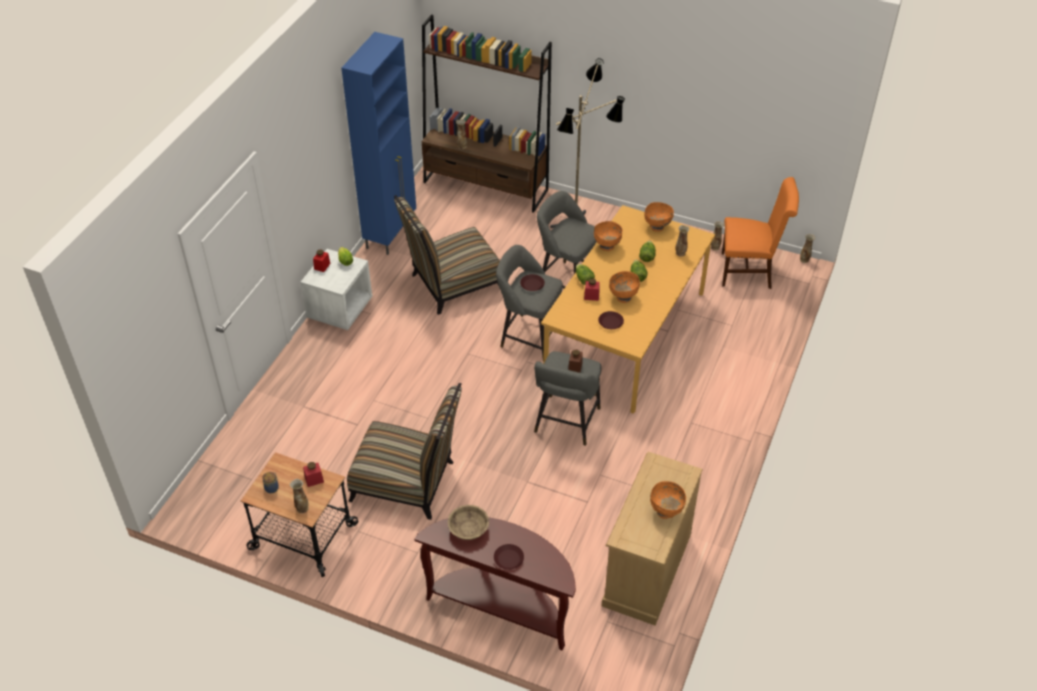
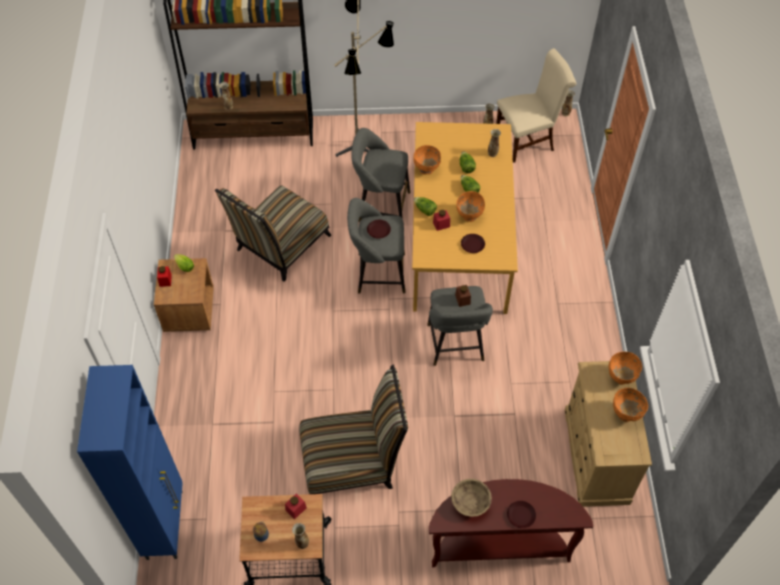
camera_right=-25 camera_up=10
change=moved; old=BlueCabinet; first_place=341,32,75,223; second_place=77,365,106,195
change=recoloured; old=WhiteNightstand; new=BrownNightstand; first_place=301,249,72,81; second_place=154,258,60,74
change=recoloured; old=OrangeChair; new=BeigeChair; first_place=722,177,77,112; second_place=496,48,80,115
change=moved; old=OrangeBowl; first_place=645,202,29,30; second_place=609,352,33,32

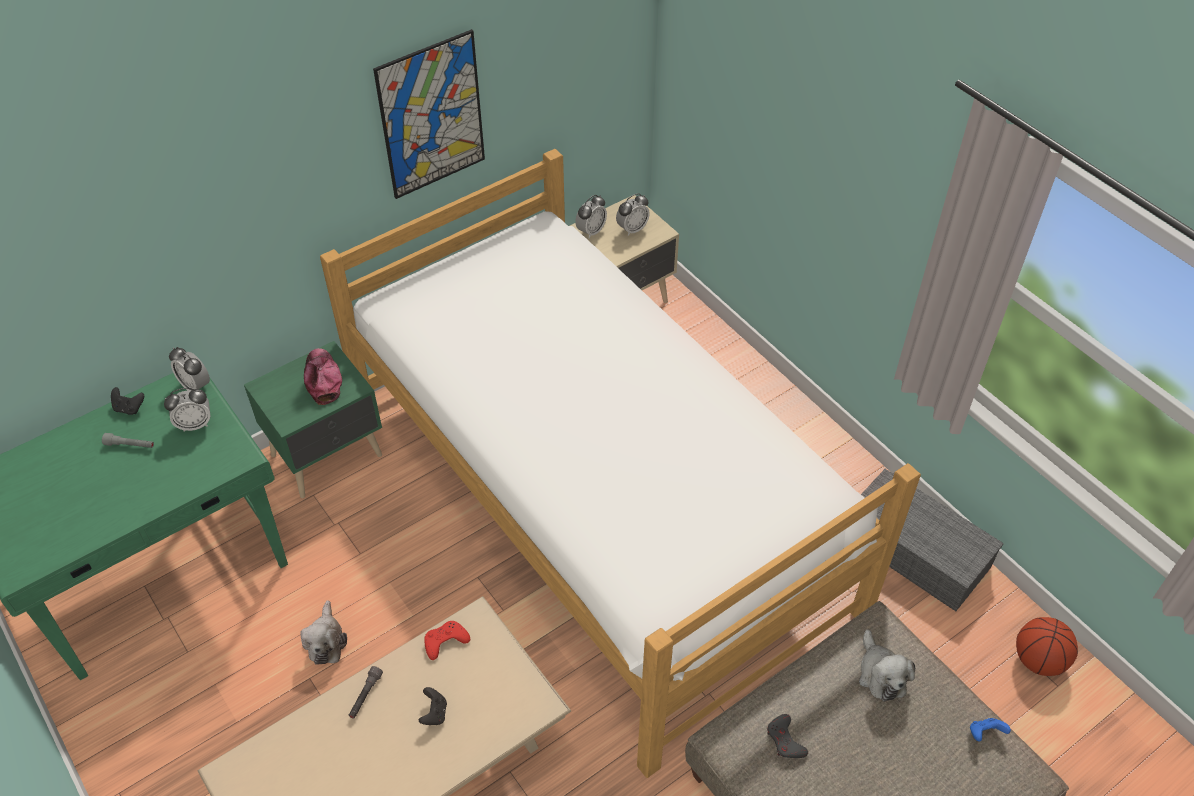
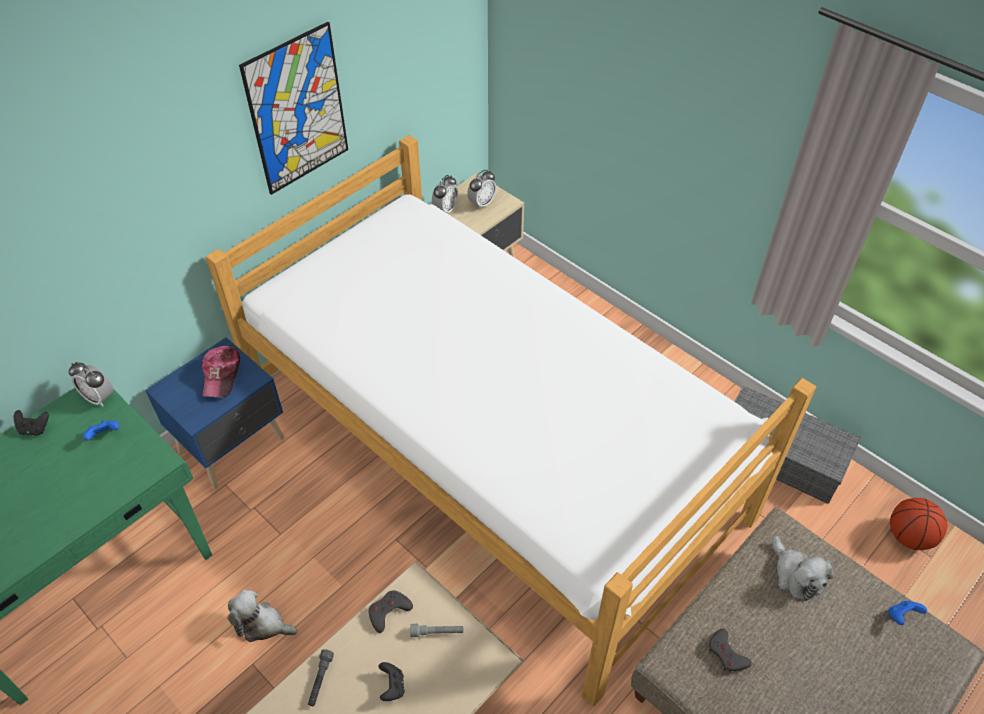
camera_right=-10 camera_up=0
change=replaced; old=AlarmClock; new=BlueGameController; first_place=164,388,47,44; second_place=83,420,36,21
change=recoloured; old=GreenNightstand; new=BlueNightstand; first_place=244,341,138,157; second_place=145,337,139,152
change=turned; old=Cap; first_place=304,348,38,57; second_place=202,346,38,51; degrees=-150
change=turned; old=PlushToy; first_place=300,600,47,65; second_place=227,589,71,53; degrees=120
change=recoloured; old=RedGameController; new=GreyGameController; first_place=424,621,46,39; second_place=368,590,45,43
change=moved; old=GreyFlashlight; first_place=102,433,52,15; second_place=410,624,53,13

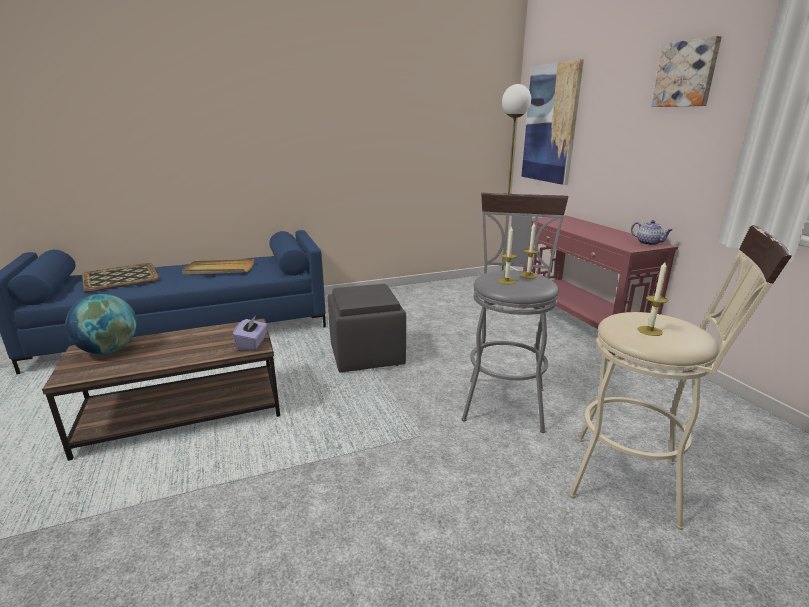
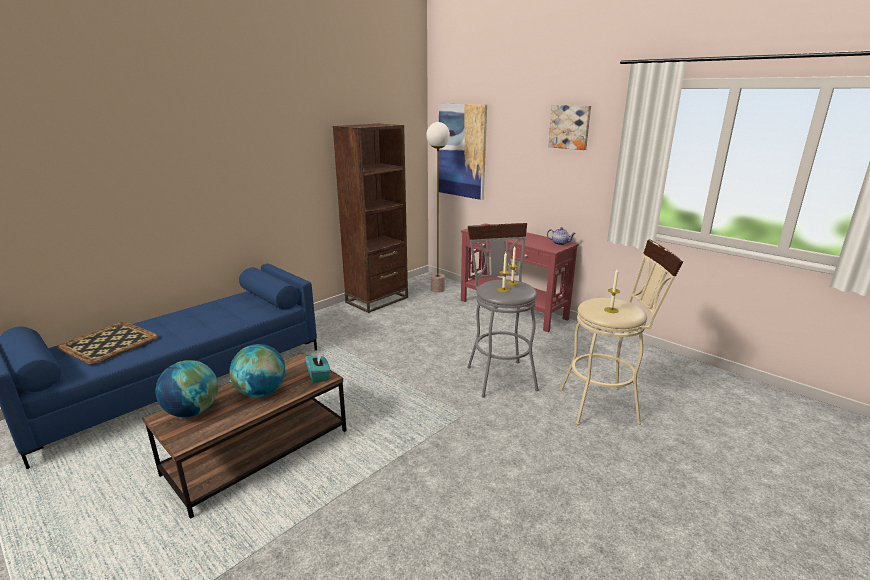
camera_right=-25 camera_up=0
change=added; new=Globe; second_place=229,344,56,53
change=recoloured; old=PurpleTissueBox; new=TurquoiseTissueBox; first_place=232,316,35,34; second_place=305,353,25,30
change=added; new=BrownBookcase; second_place=333,124,75,189
change=removed; old=BeigeTray; first_place=182,259,72,16
change=removed; old=GreyOttoman; first_place=328,284,78,89

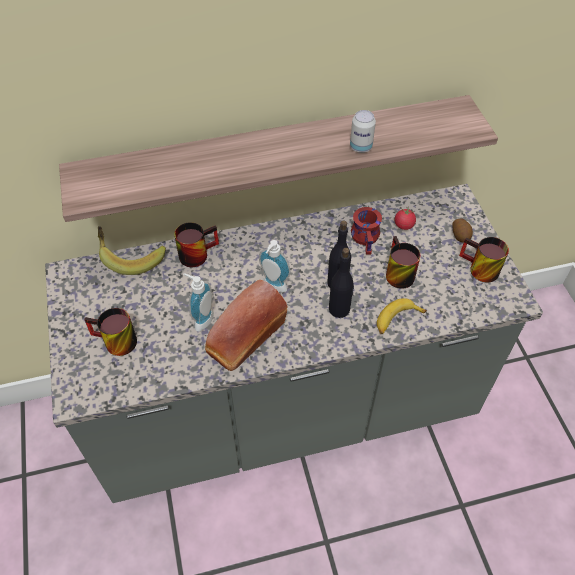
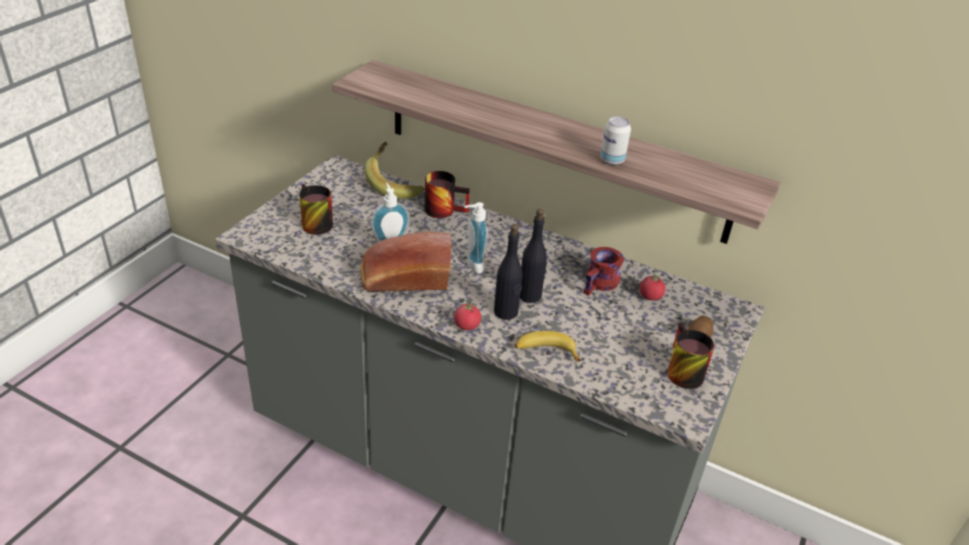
camera_right=40 camera_up=-15
change=added; new=Tomato; second_place=454,299,27,31
change=removed; old=Mug; first_place=386,236,35,53

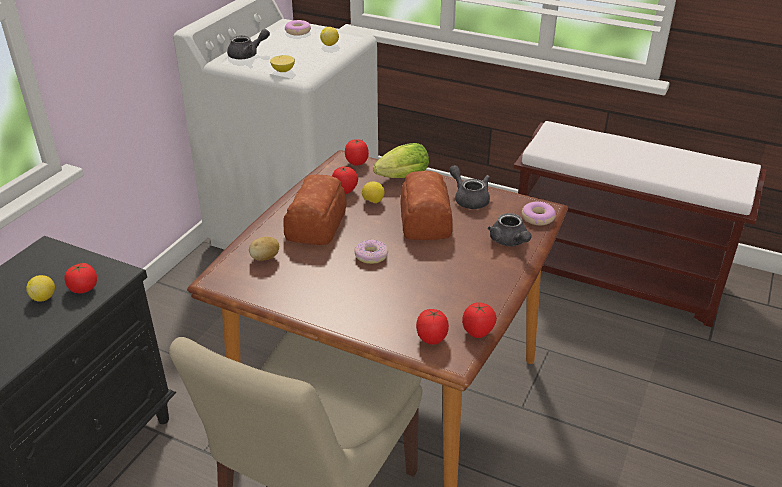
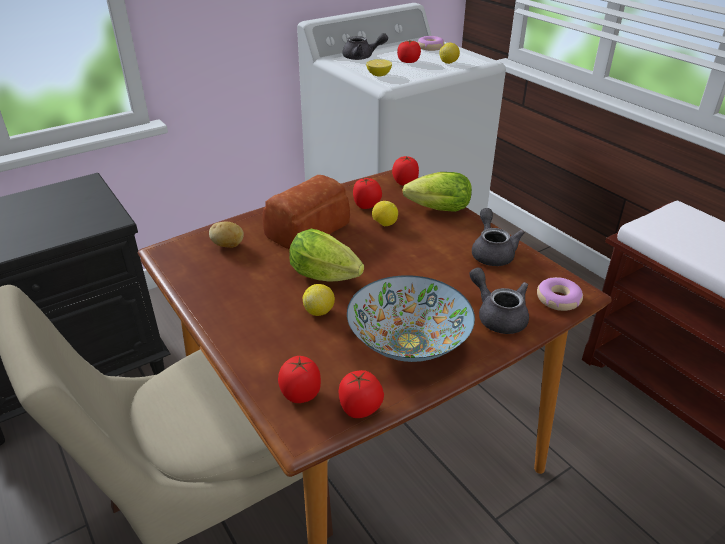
camera_right=30 camera_up=0
change=replaced; old=Donut; new=Lettuce; first_place=354,240,34,24; second_place=289,229,75,53
change=moved; old=Lemon; first_place=26,275,29,27; second_place=303,284,32,32
change=added; new=Bowl; second_place=347,275,128,87
change=moved; old=Tomato; first_place=64,263,33,30; second_place=397,40,24,23
change=turned; old=GreyTeapot; first_place=488,213,44,33; second_place=469,267,60,67; degrees=135
change=removed; old=Bread; first_place=401,171,52,69

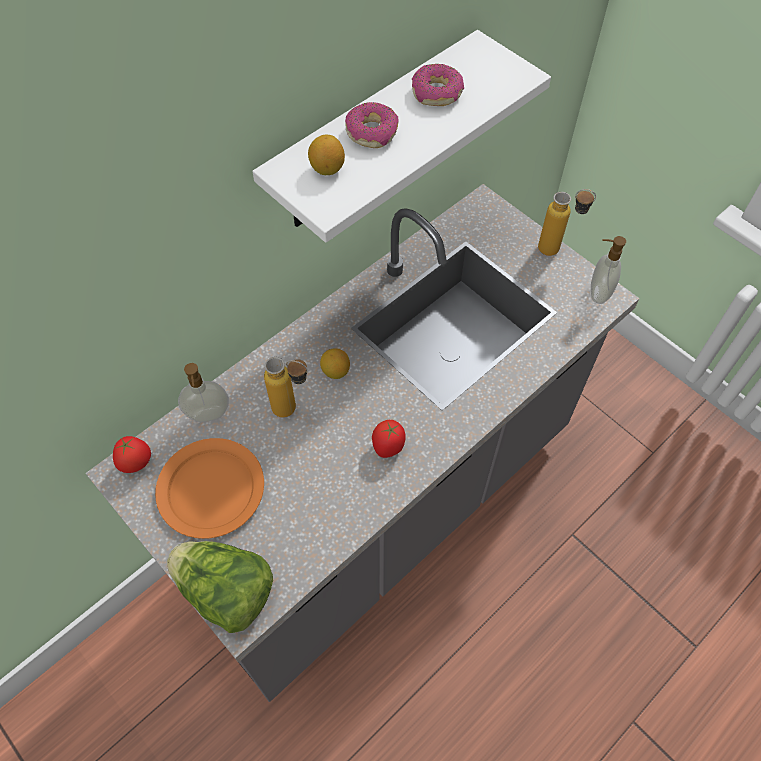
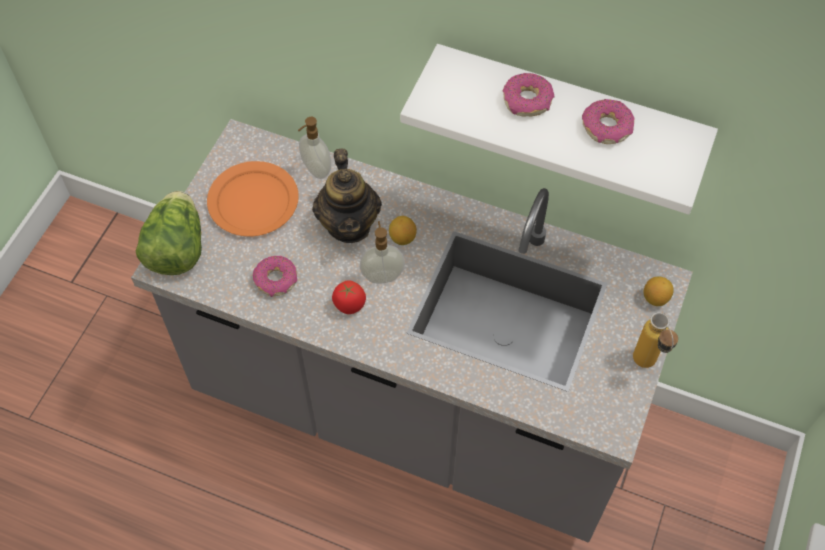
camera_right=65 camera_up=0
change=added; new=Donut; second_place=253,256,44,41
change=replaced; old=Bottle; new=Teapot; first_place=264,357,44,60; second_place=312,149,70,94
change=moved; old=SoapDispenser; first_place=591,236,35,68; second_place=360,221,45,63
change=moved; old=Lemon; first_place=308,135,37,40; second_place=644,276,30,30
change=removed; old=Tomato; first_place=113,436,38,37

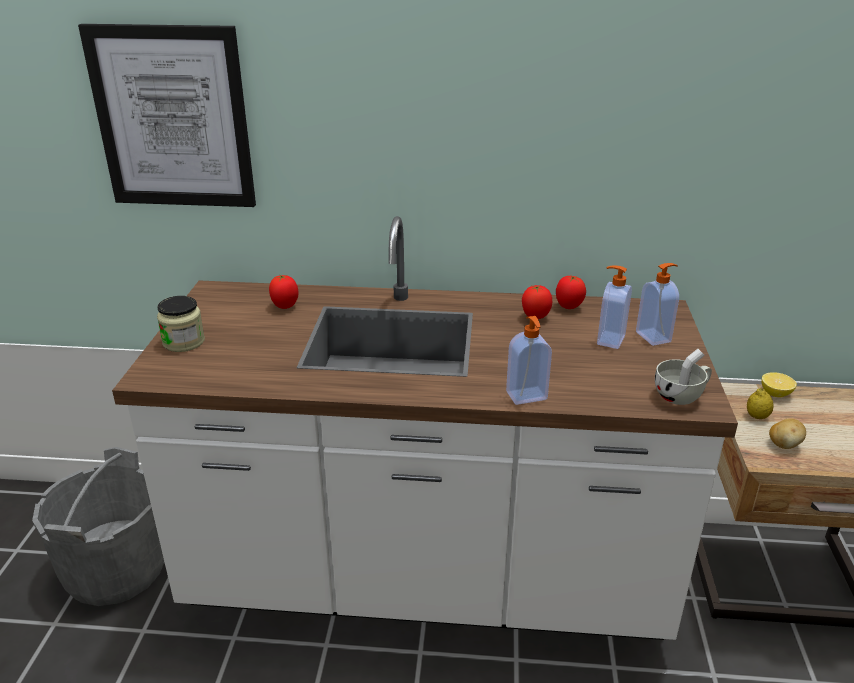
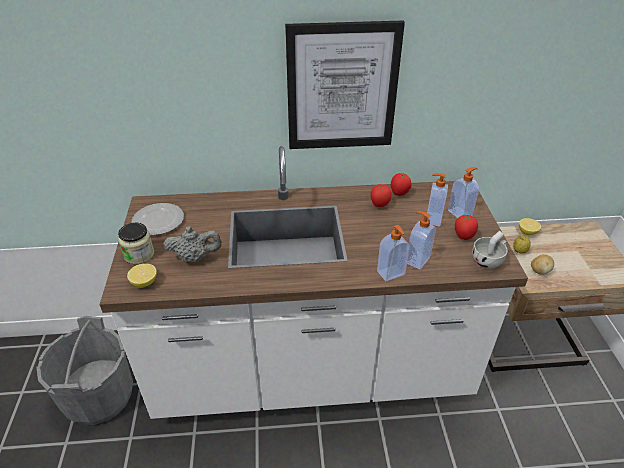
camera_right=-10 camera_up=10
change=added; new=Lemon; second_place=127,264,30,24
change=added; new=Plate; second_place=131,203,53,32
change=added; new=GreyTeapot; second_place=163,226,59,36
change=moved; old=Picture; first_place=78,24,178,183; second_place=285,21,120,128
change=added; new=SoapDispenser; second_place=407,211,29,59
change=moved; old=Tomato; first_place=269,275,29,34; second_place=455,215,23,25

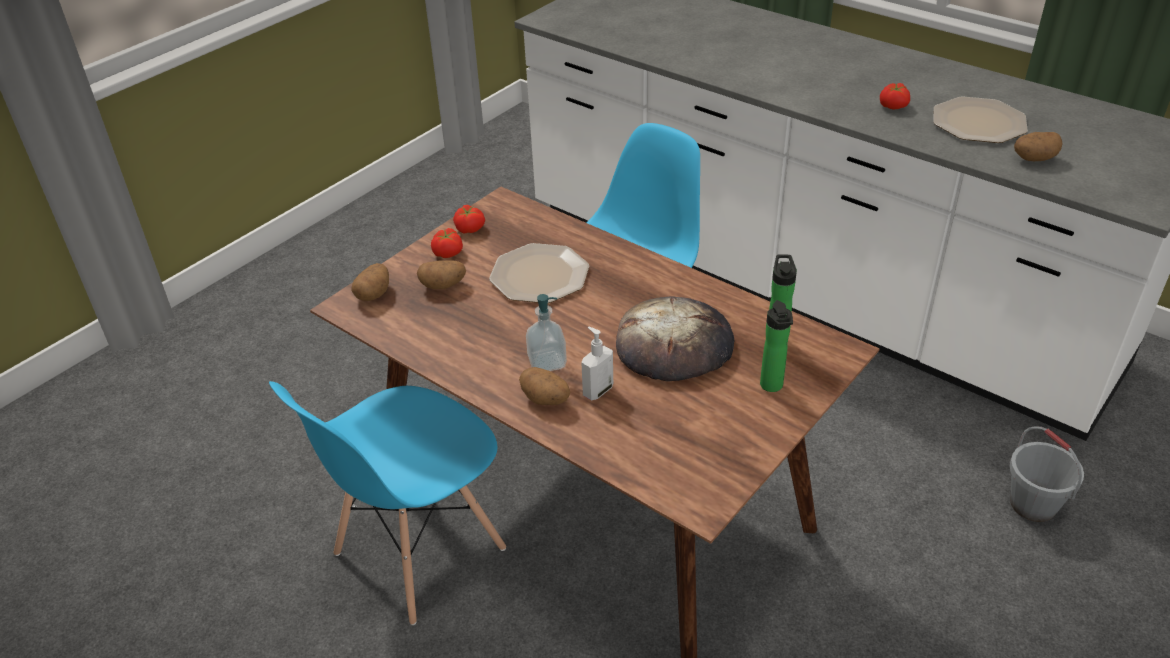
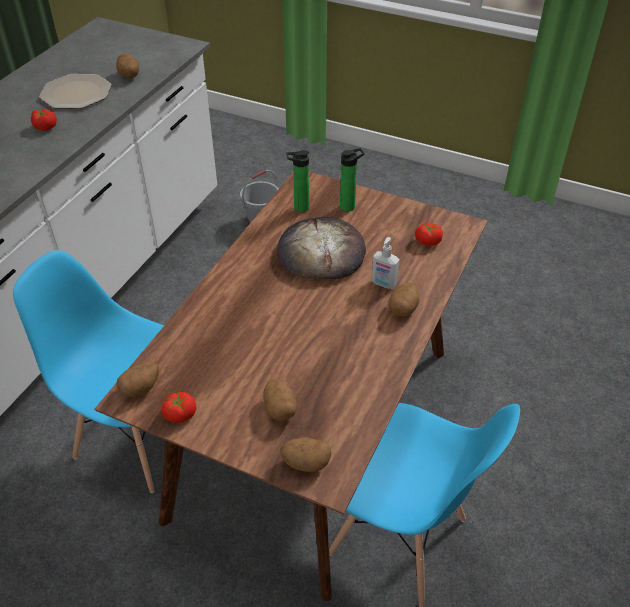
camera_right=-105 camera_up=5
change=added; new=Potato; second_place=116,361,43,36
change=moved; old=Tomato; first_place=431,228,32,30; second_place=415,222,28,24
change=removed; old=Plate; first_place=489,243,100,60
change=removed; old=SoapDispenser; first_place=526,294,41,77

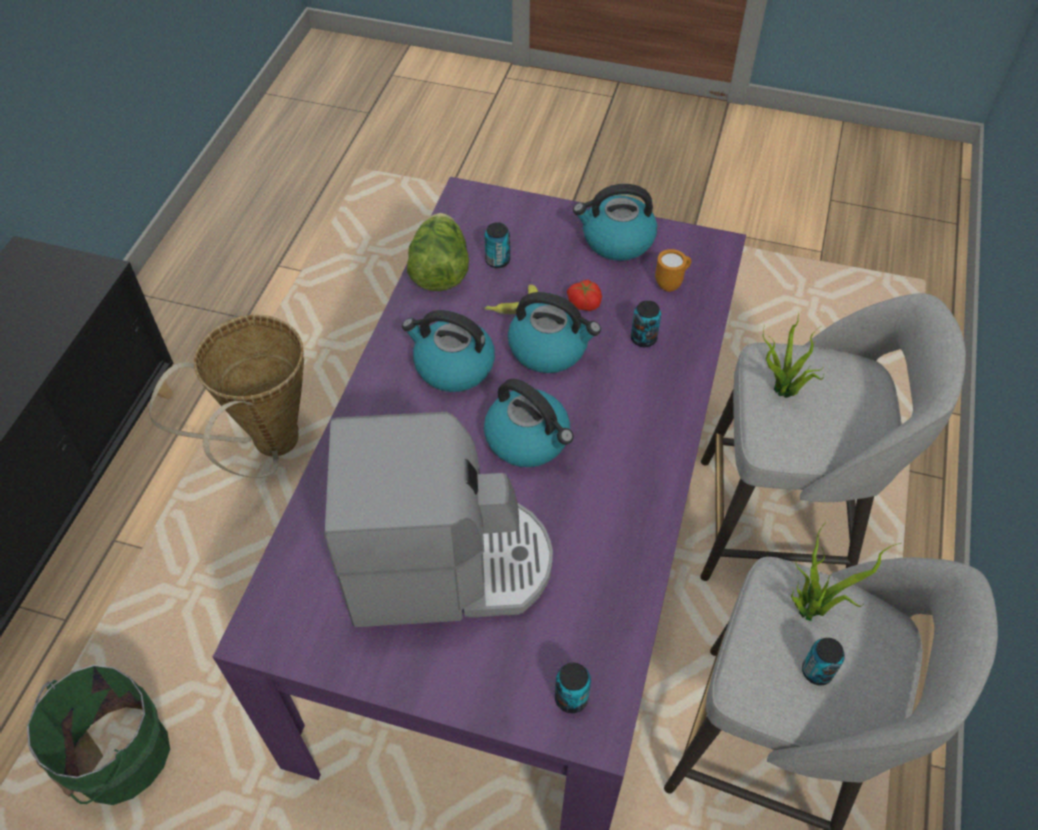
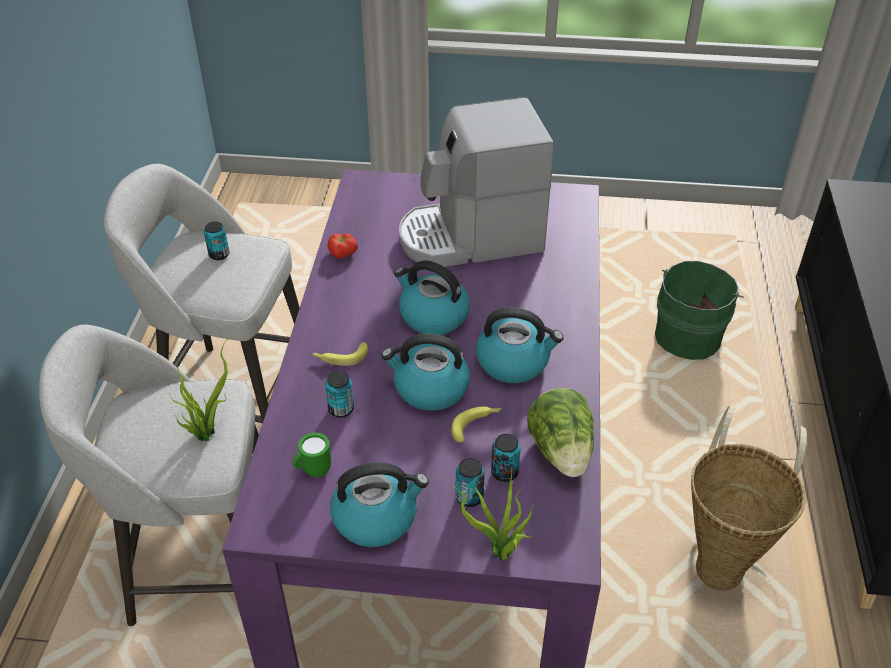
camera_right=170 camera_up=-10
change=recoloured; old=OrangeMug; new=GreenMug; first_place=655,249,36,43; second_place=292,433,39,44
change=added; new=Banana; second_place=312,342,56,24
change=moved; old=Tomato; first_place=567,280,35,31; second_place=327,233,31,25
change=moved; old=PottedPlant; first_place=791,522,110,99; second_place=452,466,83,94
change=moved; old=Can; first_place=555,663,36,50; second_place=455,458,30,49

